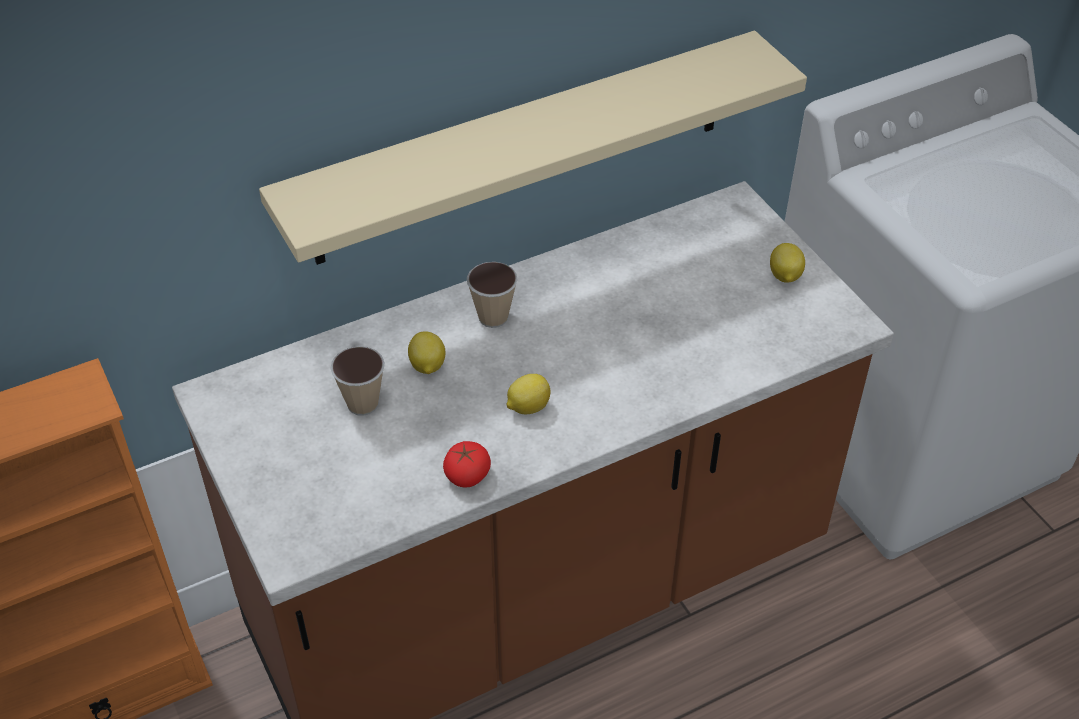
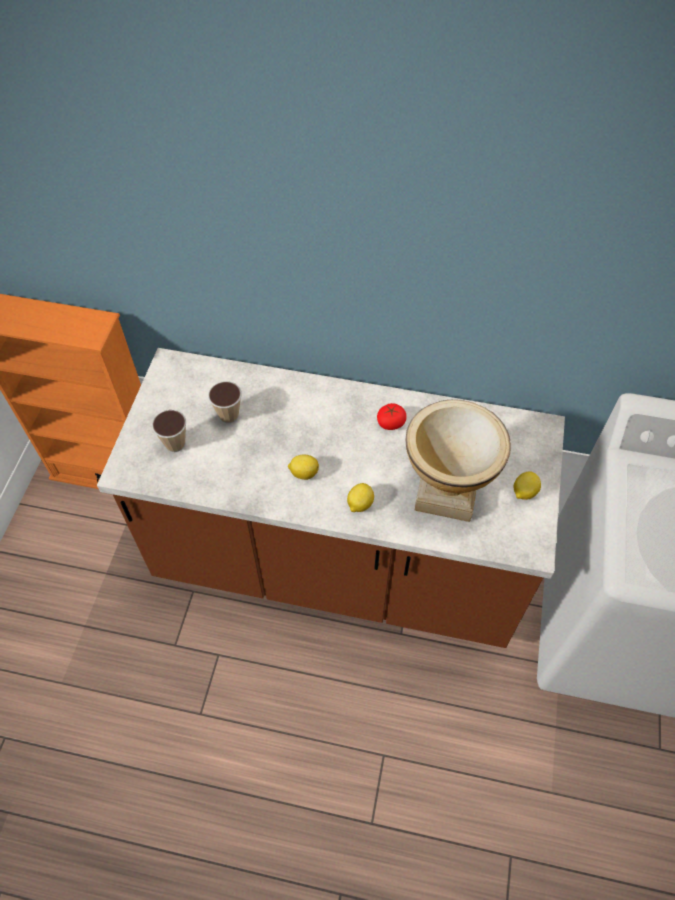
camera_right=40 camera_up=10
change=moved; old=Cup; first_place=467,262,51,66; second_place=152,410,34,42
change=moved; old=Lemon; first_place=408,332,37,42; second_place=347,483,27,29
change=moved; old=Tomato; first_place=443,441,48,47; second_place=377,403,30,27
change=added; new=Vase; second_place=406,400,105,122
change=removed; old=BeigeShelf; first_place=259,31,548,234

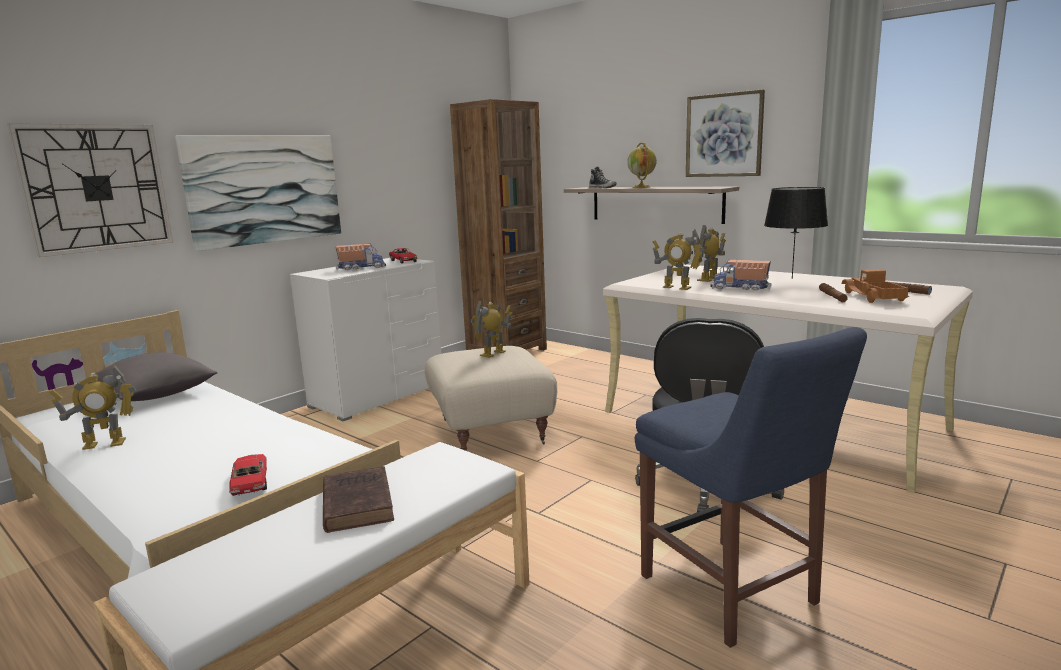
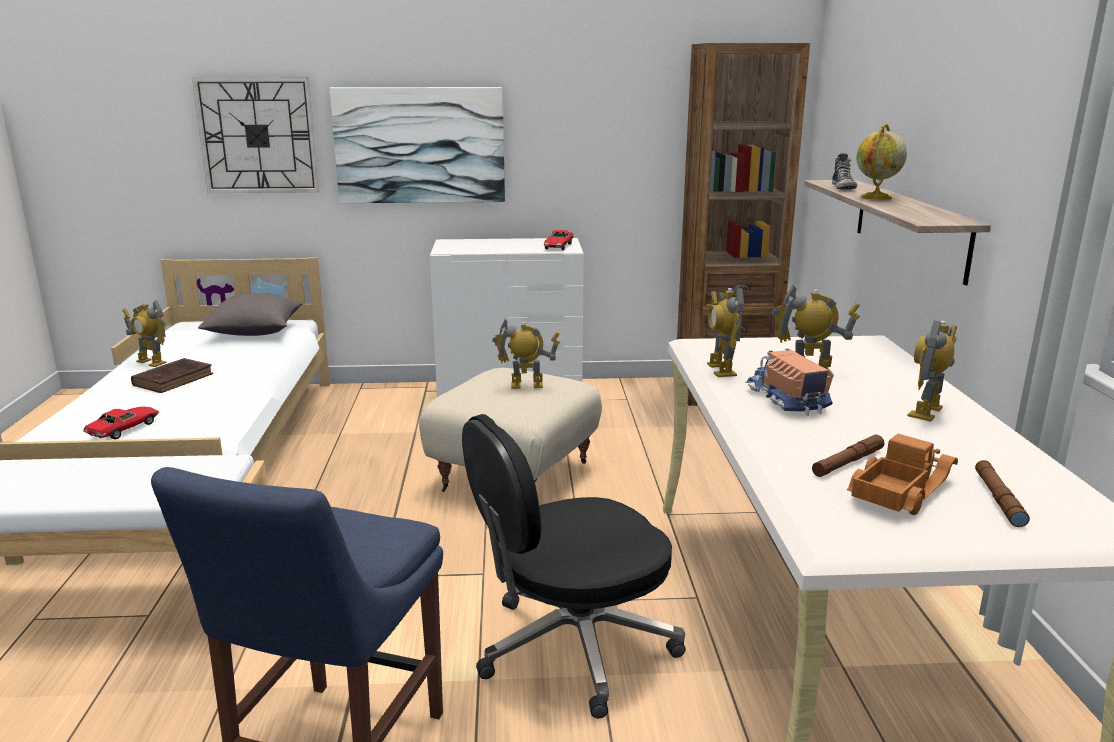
camera_right=45 camera_up=5
change=moved; old=BrownBook; first_place=323,466,71,67; second_place=131,358,82,35
change=replaced; old=BlackTableLamp; new=ToyRobot; first_place=764,187,64,92; second_place=908,320,49,102
change=removed; old=ToyTruck; first_place=335,243,51,27
change=removed; old=Picture; first_place=686,89,79,88

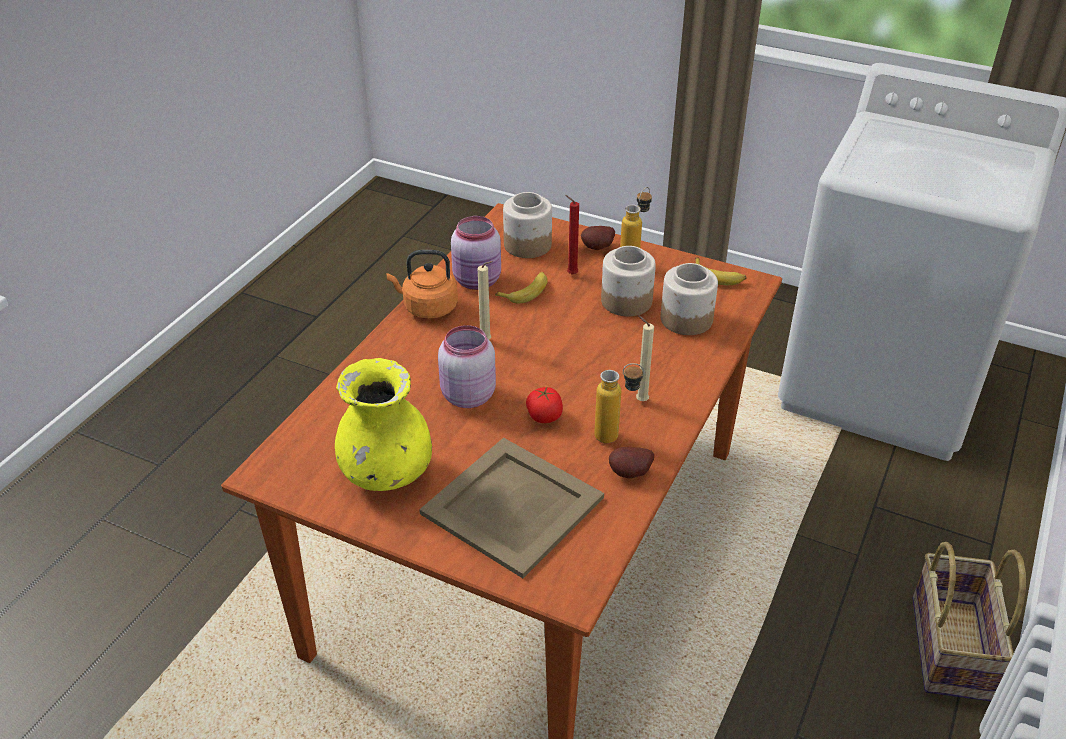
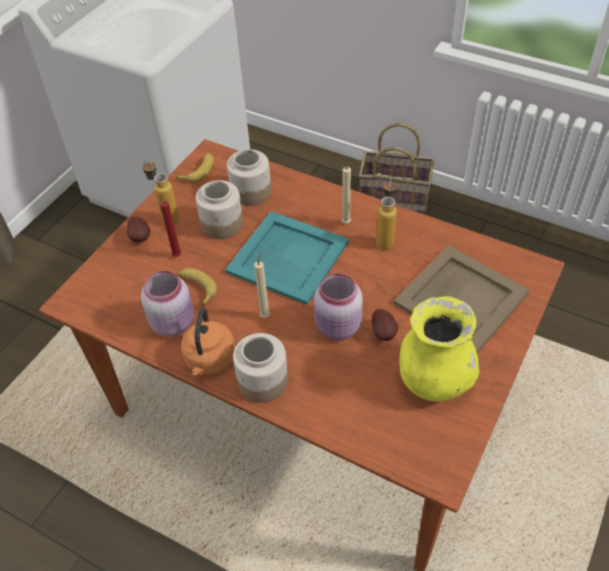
camera_right=-85 camera_up=10
change=added; new=TurquoiseTray; second_place=225,211,124,94
change=moved; old=Jar; first_place=503,192,49,66; second_place=233,333,55,69
change=moved; old=Potato; first_place=609,447,45,31; second_place=372,309,26,32
change=removed; old=Tomato; first_place=526,386,37,37

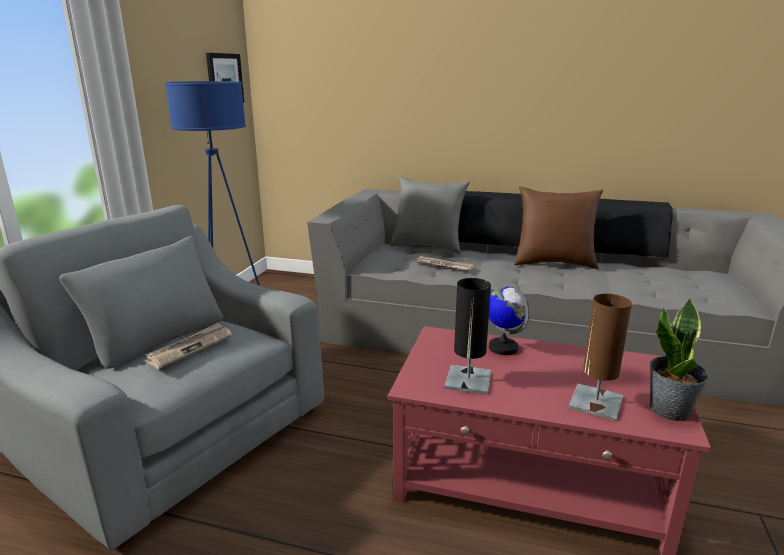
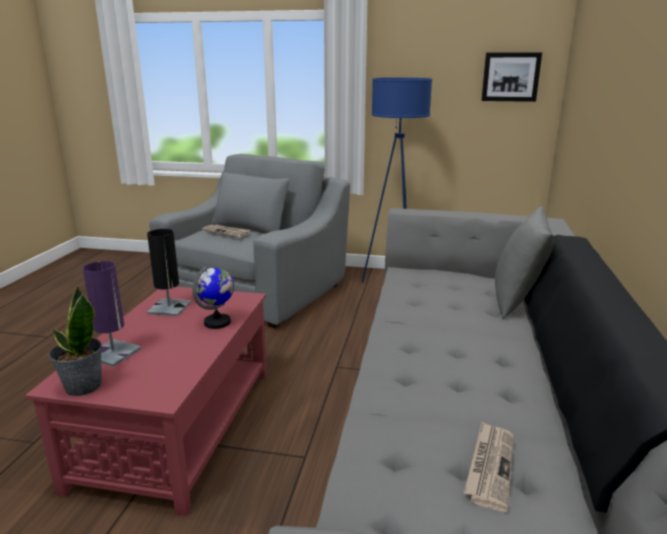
camera_right=85 camera_up=0
change=recoloured; old=BrownTableLamp; new=PurpleTableLamp; first_place=568,294,64,127; second_place=83,261,58,106
change=moved; old=Newspaper; first_place=417,256,58,15; second_place=464,422,50,90
change=removed; old=BrownPillow; first_place=514,186,89,83

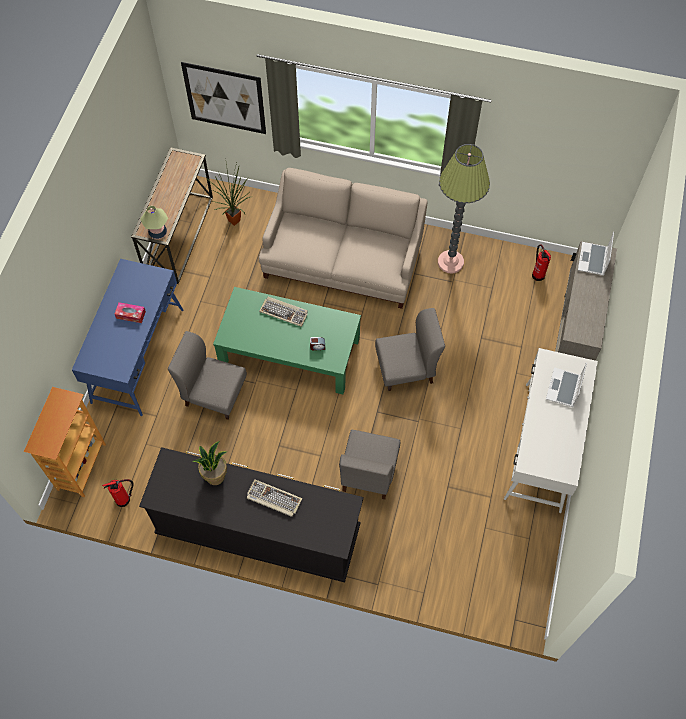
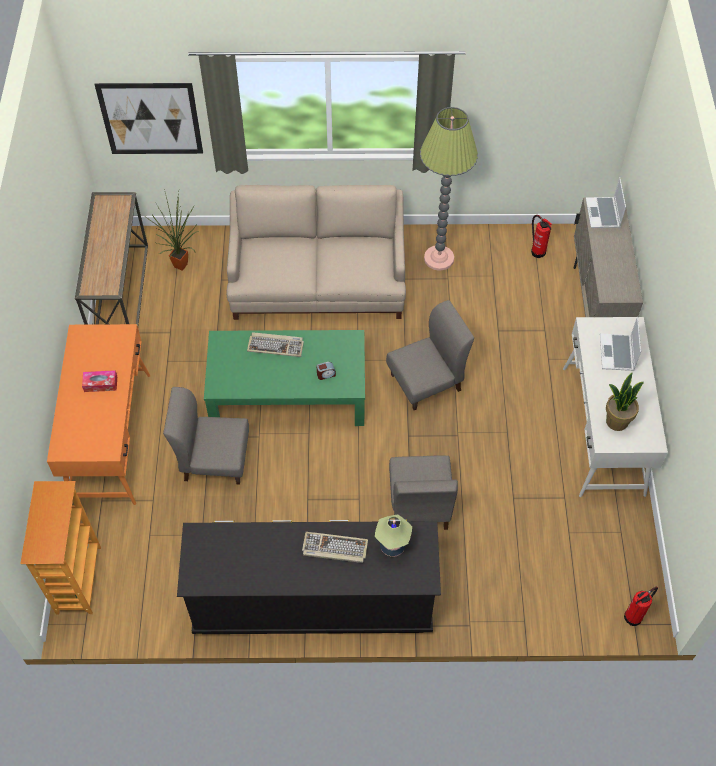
camera_right=-15 camera_up=-5
change=recoloured; old=BlueDesk; new=OrangeDesk; first_place=72,259,112,157; second_place=47,324,103,181
change=moved; old=TableLamp; first_place=140,206,28,33; second_place=375,514,37,43
change=moved; old=PottedPlant; first_place=192,441,35,44; second_place=606,372,38,59
change=moved; old=FireExtinguisher; first_place=102,479,32,28; second_place=624,586,34,40

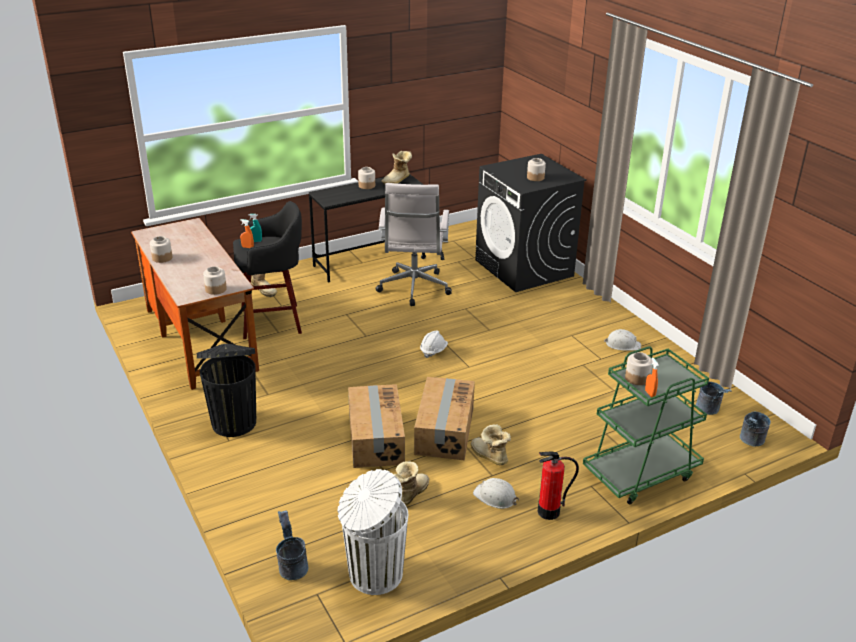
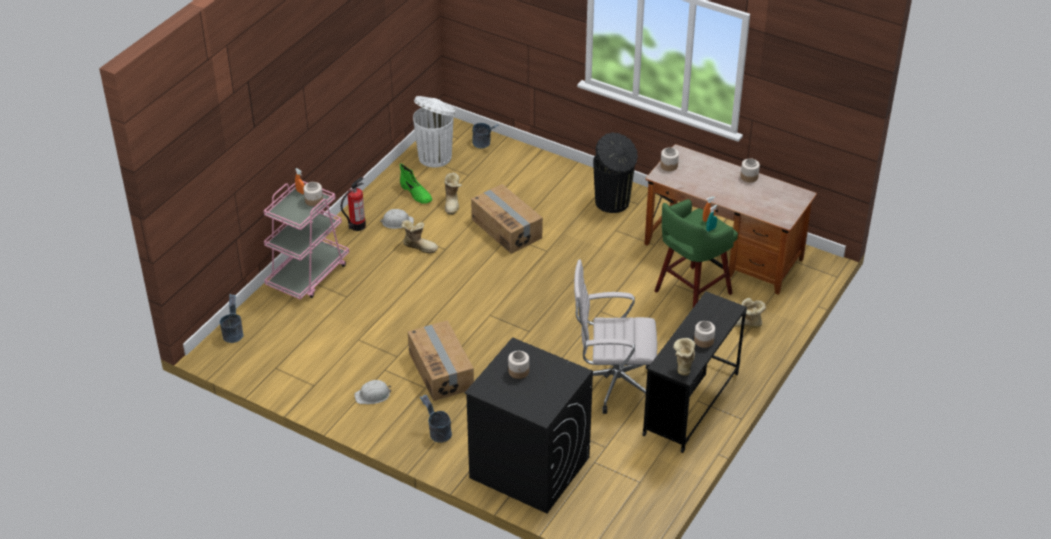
camera_right=150 camera_up=10
change=recoloured; old=GreenCart; new=PinkCart; first_place=583,346,126,158; second_place=264,181,85,119
change=added; new=GreenBoot; second_place=400,164,32,40
change=moved; old=CardboardBox; first_place=414,377,61,84; second_place=408,320,66,81
change=moved; old=GreyBucket; first_place=696,382,36,33; second_place=420,395,32,48
change=turned; old=WhiteOfficeChair; first_place=376,183,76,123; second_place=574,260,83,154; degrees=-60
change=recoloured; old=BlackStool; new=GreenStool; first_place=233,201,69,138; second_place=655,199,83,108
change=removed; old=WhiteHardHat; first_place=420,331,28,27

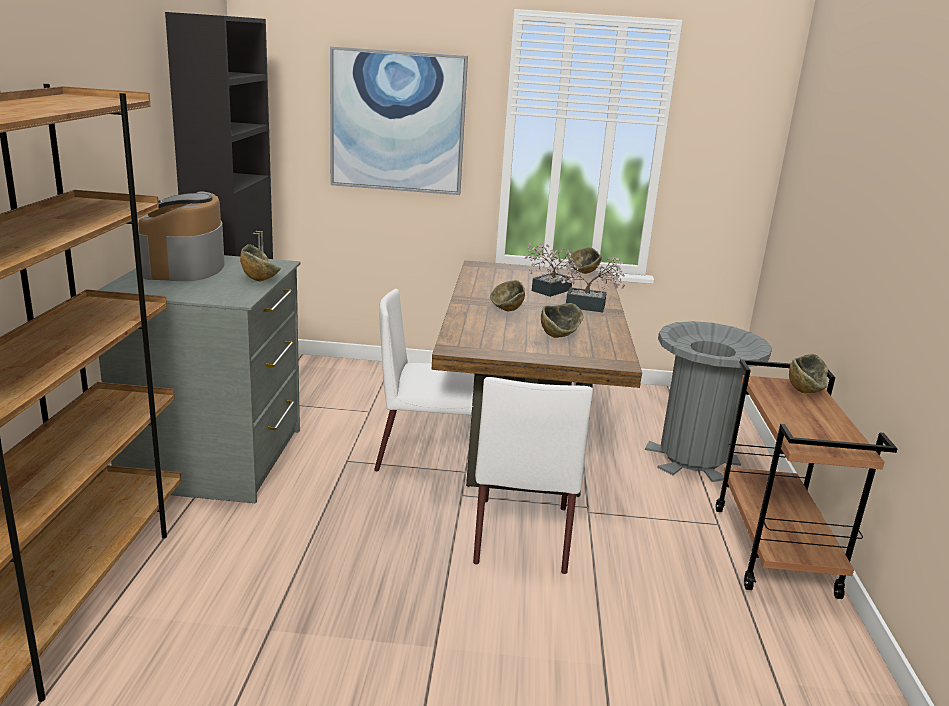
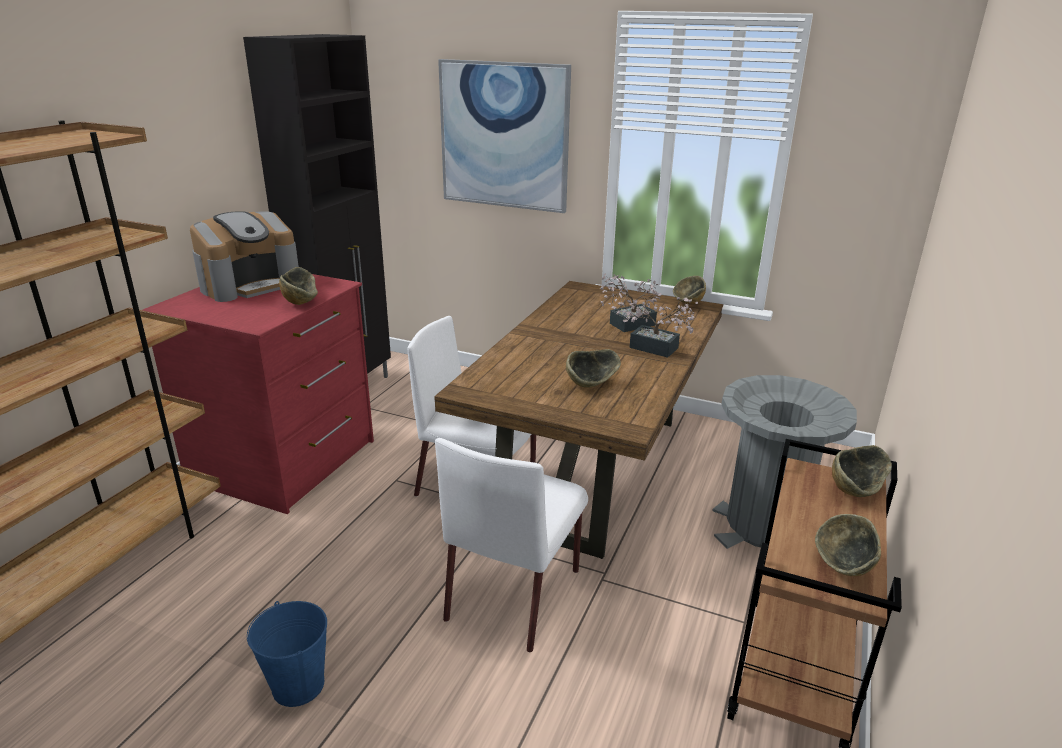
camera_right=20 camera_up=5
change=recoloured; old=GreyDresser; new=RedDresser; first_place=98,255,203,248; second_place=143,274,231,240
change=turned; old=CoffeeMachine; first_place=138,191,87,90; second_place=190,211,109,91; degrees=-150
change=added; new=BlueBucket; second_place=247,601,80,106
change=moved; old=Bowl; first_place=490,280,35,31; second_place=815,514,66,62

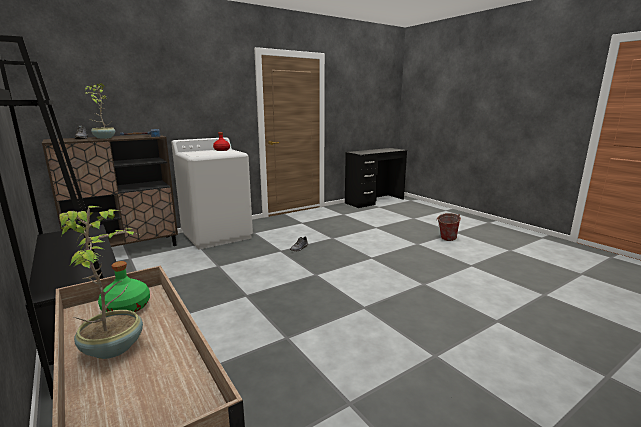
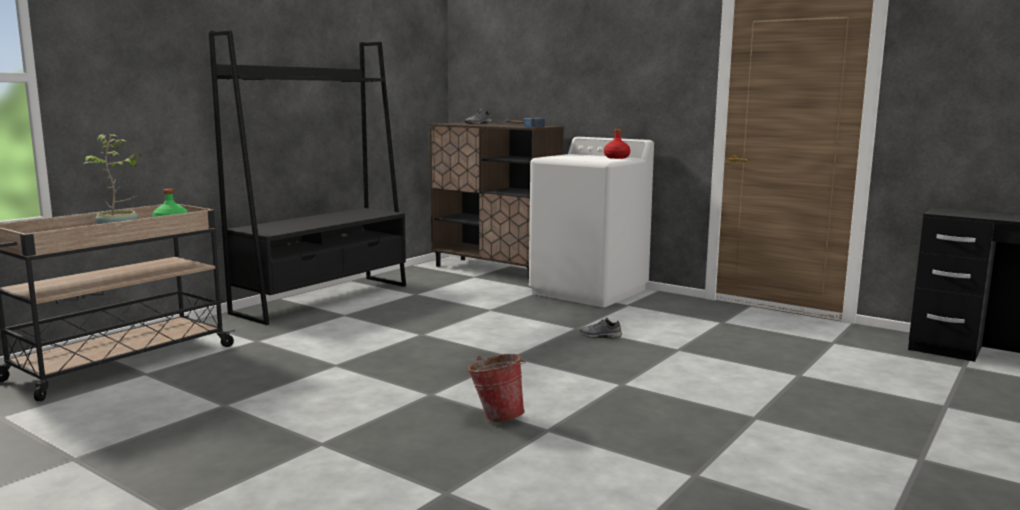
camera_right=70 camera_up=-5
change=moved; old=Bucket; first_place=436,213,25,28; second_place=467,354,59,68
change=removed; old=PottedPlant; first_place=85,83,30,56

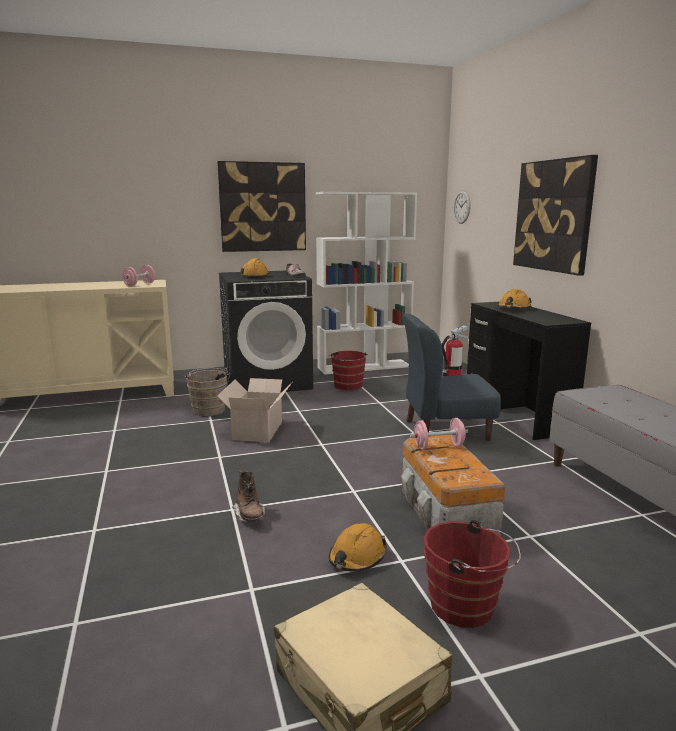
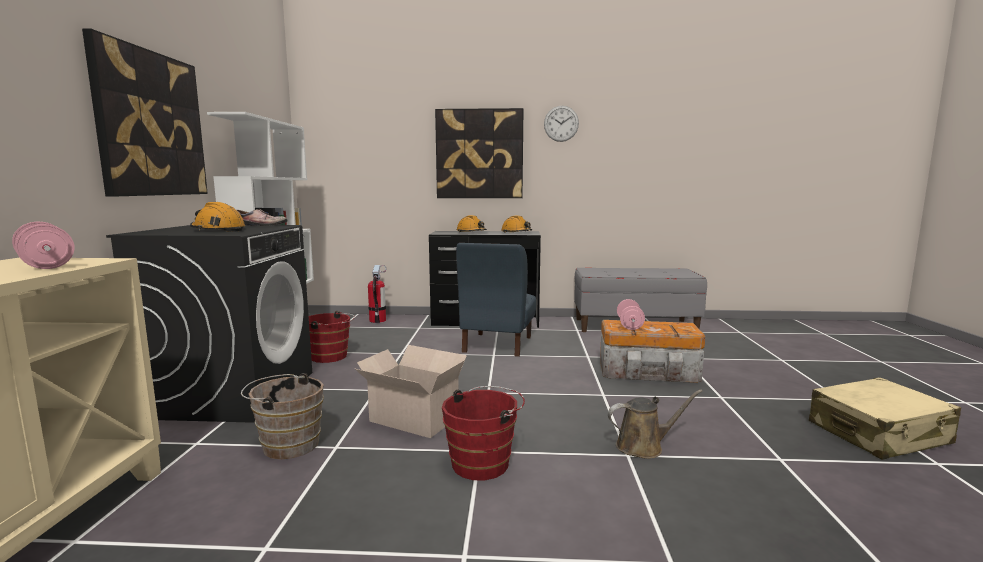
camera_right=-70 camera_up=-5
change=moved; old=RedBucket; first_place=424,520,97,108; second_place=442,386,83,94
change=moved; old=OrangeHardHat; first_place=328,523,59,49; second_place=502,215,30,17
change=moved; old=WallClock; first_place=454,190,17,34; second_place=544,106,35,36
change=replaced; old=BrownBoot; new=BrownWateringCan; first_place=232,469,33,53; second_place=608,390,95,69

